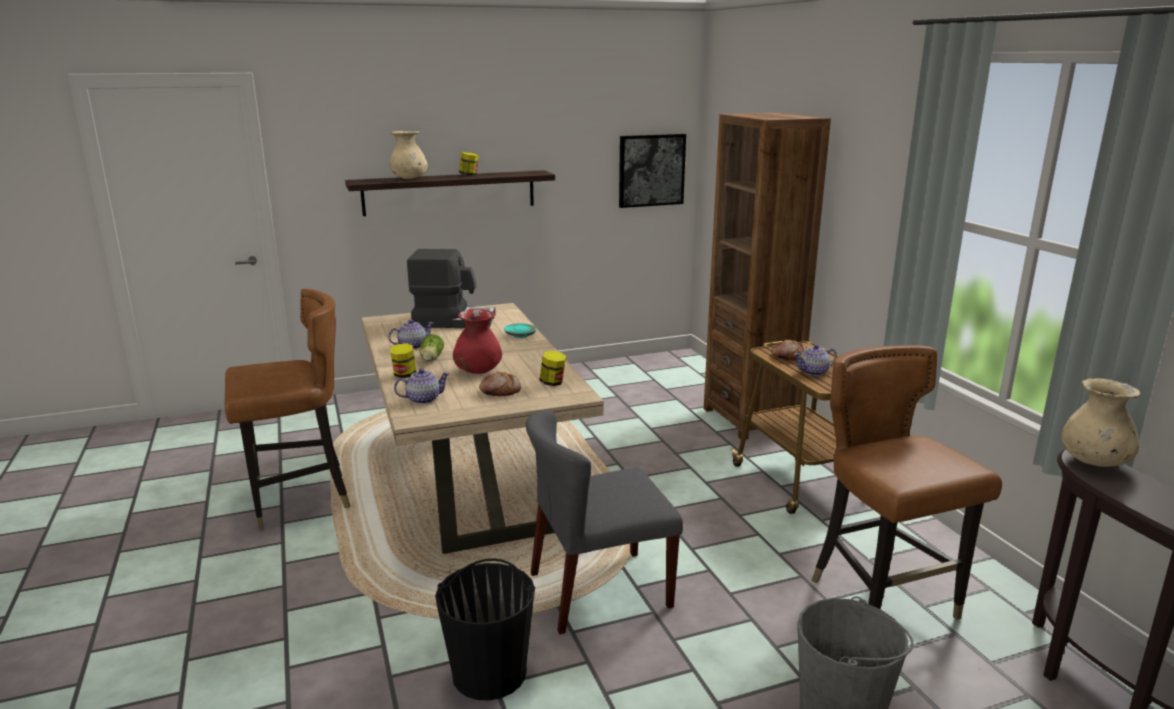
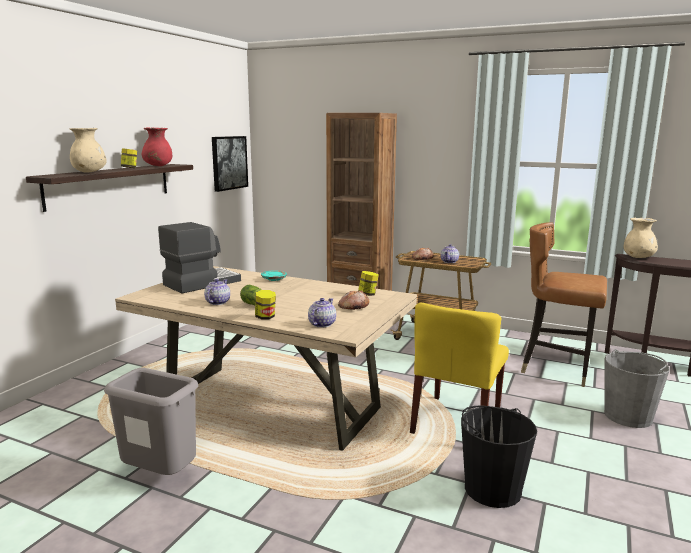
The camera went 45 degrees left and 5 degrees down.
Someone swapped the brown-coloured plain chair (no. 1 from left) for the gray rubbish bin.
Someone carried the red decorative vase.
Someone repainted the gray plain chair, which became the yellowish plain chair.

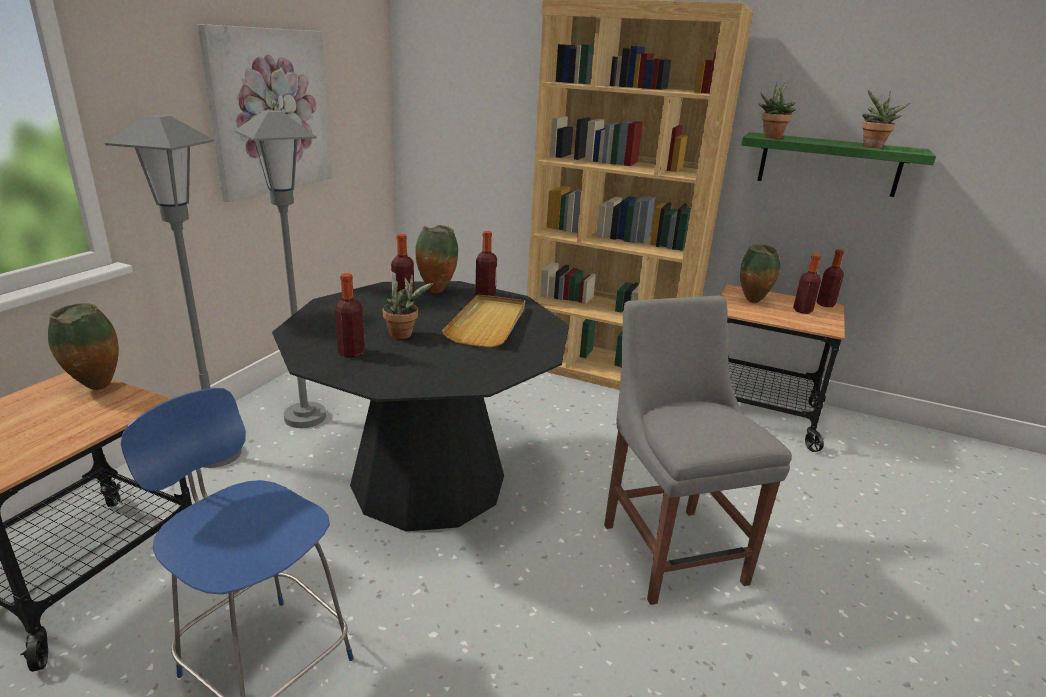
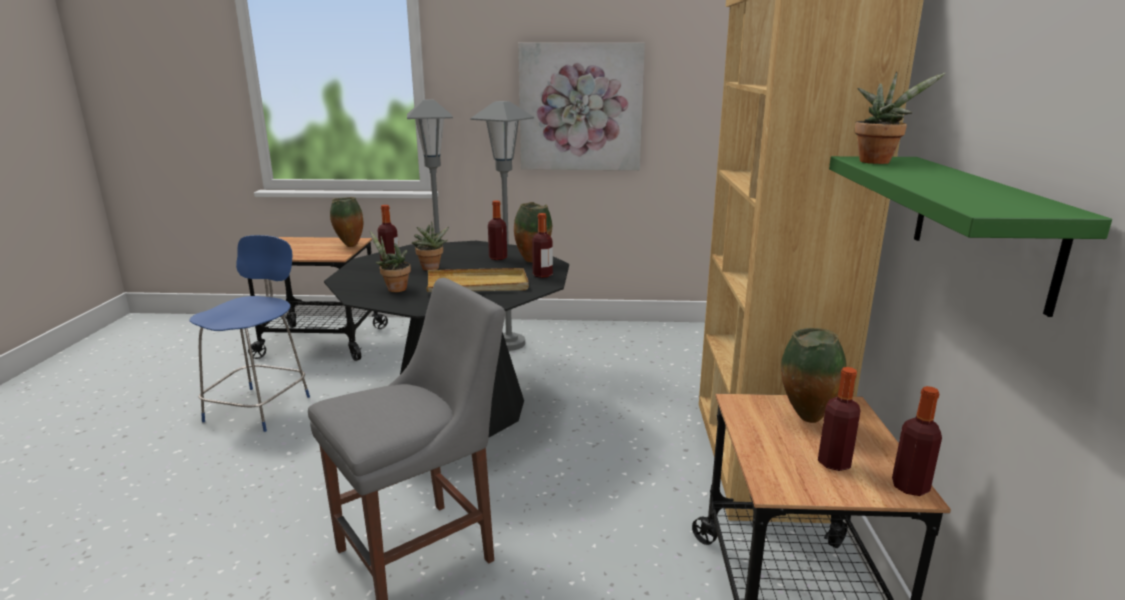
The camera went 70 degrees right and 5 degrees down.
Someone carried the potted plant (no. 3 from left in the first image).

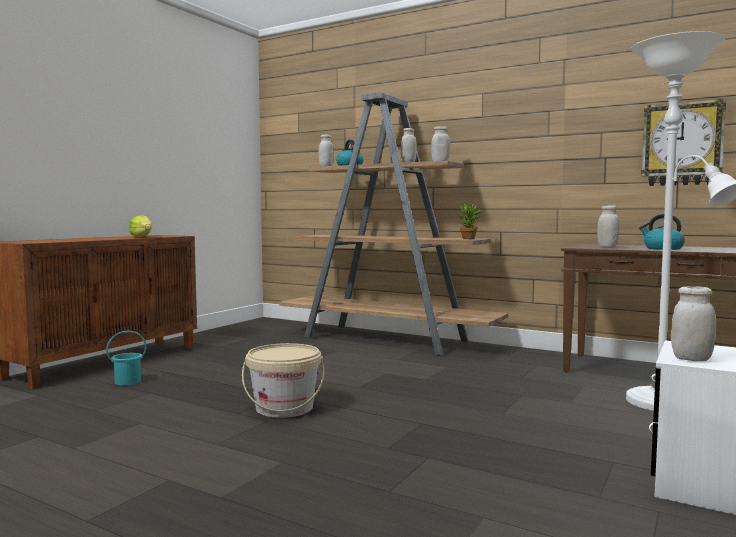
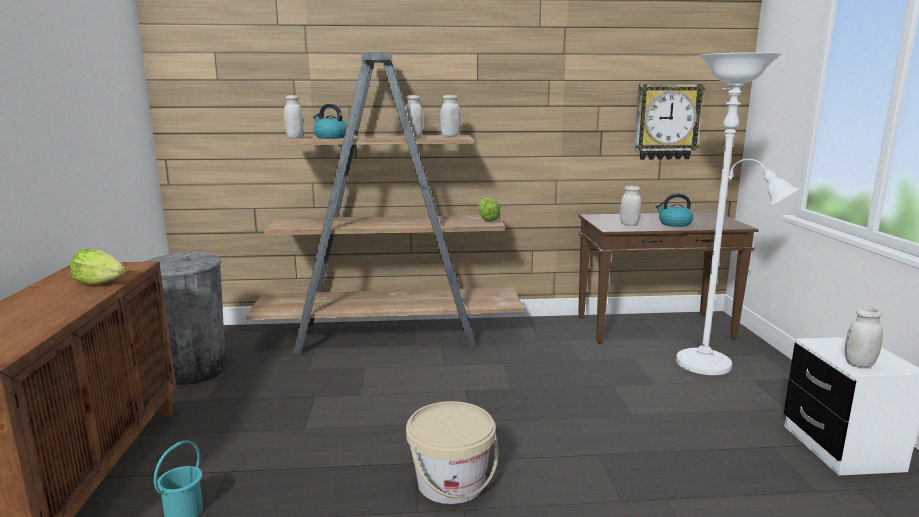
The camera went 35 degrees left and 10 degrees up.
Someone swapped the potted plant for the head of lettuce (no. 2 from left).
Someone put down the gray rubbish bin.

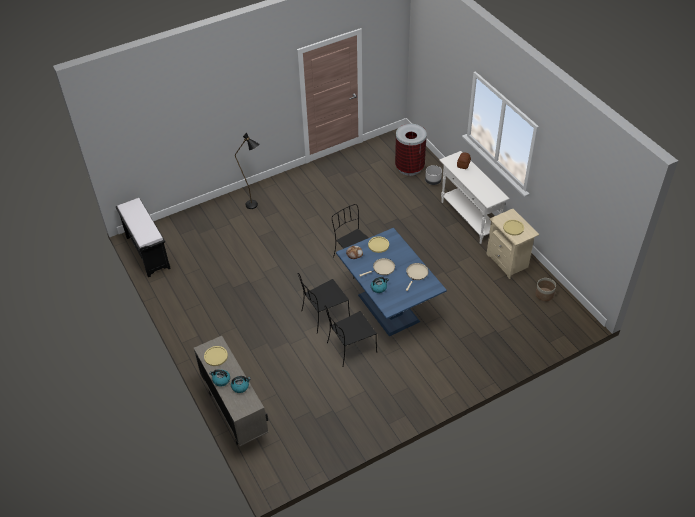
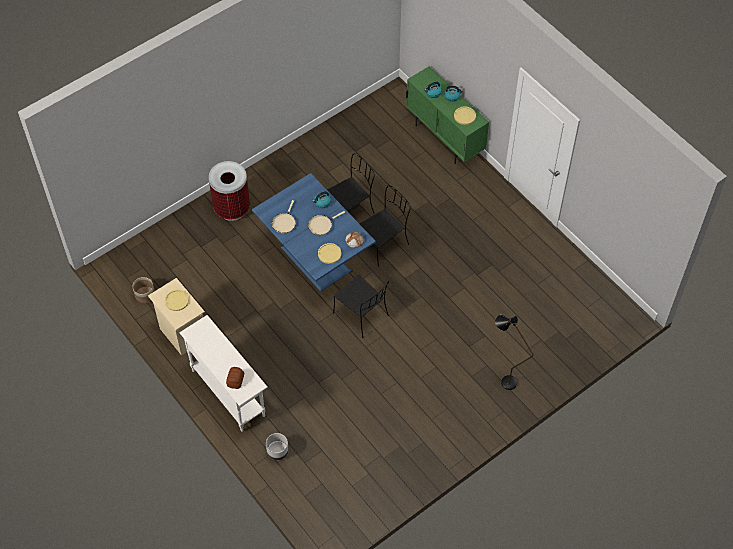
The camera went 170 degrees right and 10 degrees up.
Someone took away the blackish long seat.
Someone repainted the sand-coloured cupboard, which became the greenish cupboard.
Someone carried the rubbish bin.

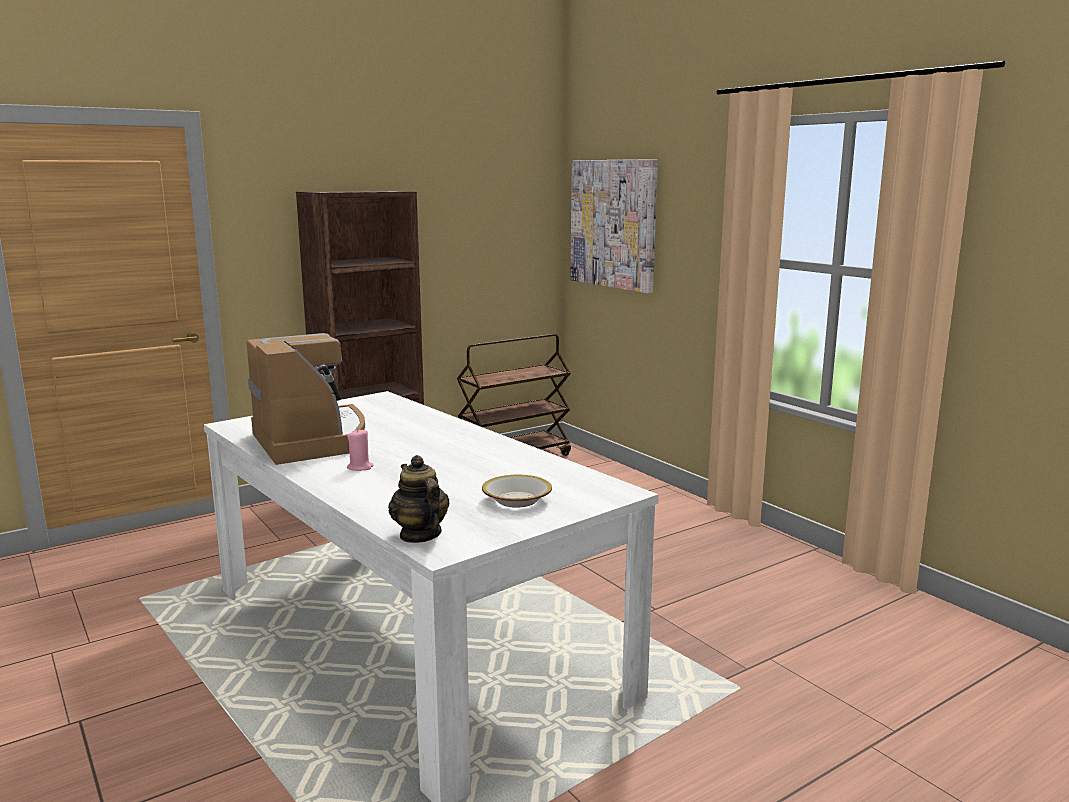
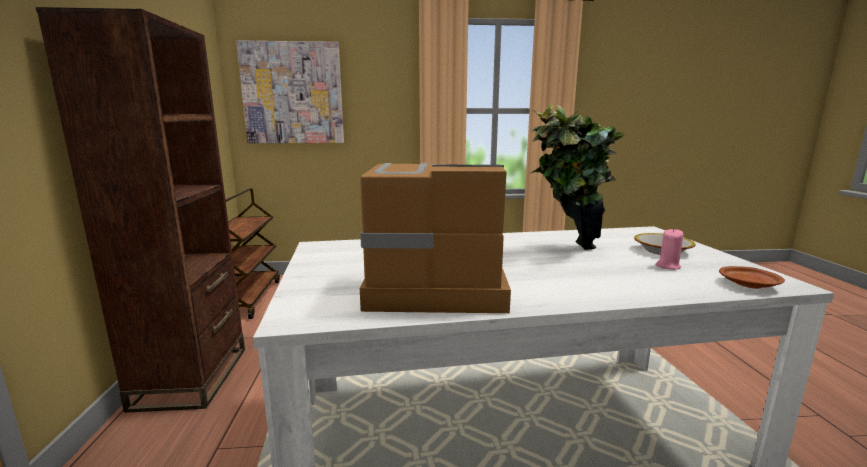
The camera went 60 degrees left and 0 degrees up.
Someone carried the pink candle.
Someone swapped the teapot for the brown-coloured dinner plate.
Someone put down the potted plant.

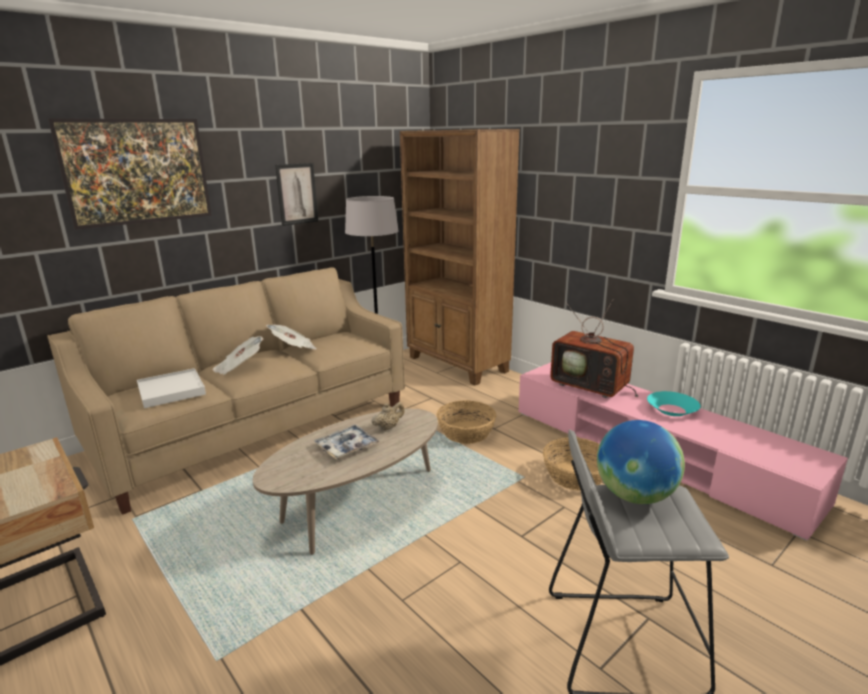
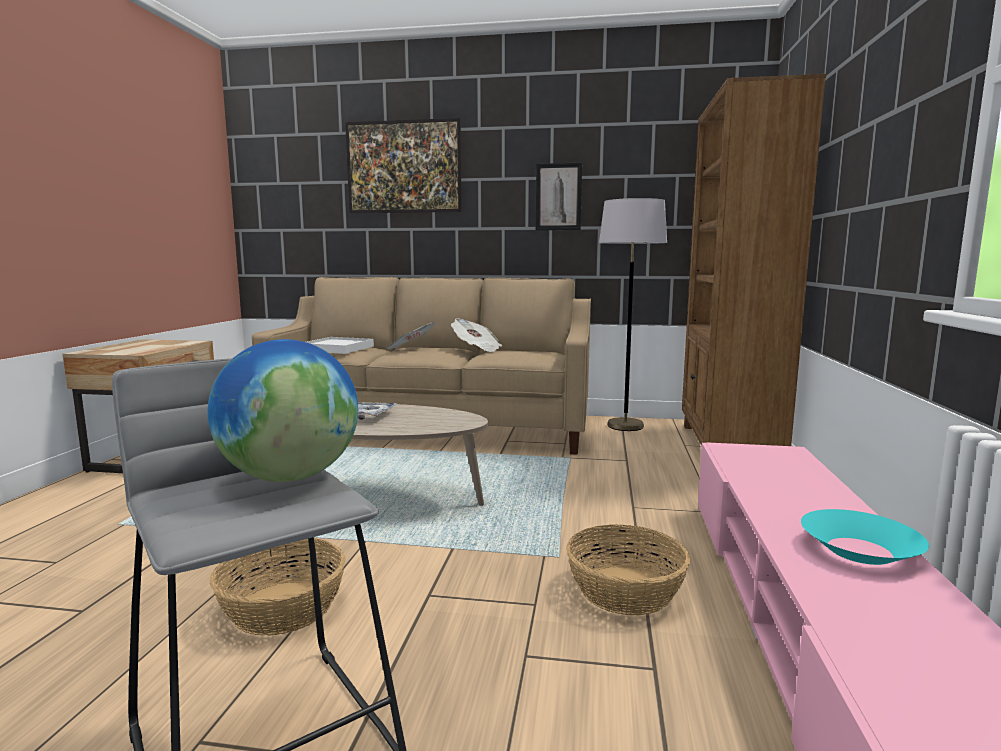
The camera went 50 degrees right and 10 degrees down.
Someone took away the sand-coloured teapot.
Someone carried the storage basket (no. 1 from left).
Someone took away the TV set.

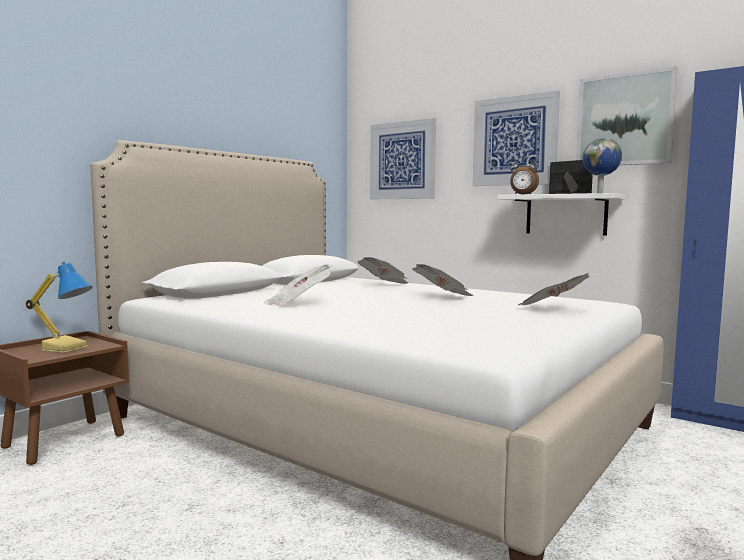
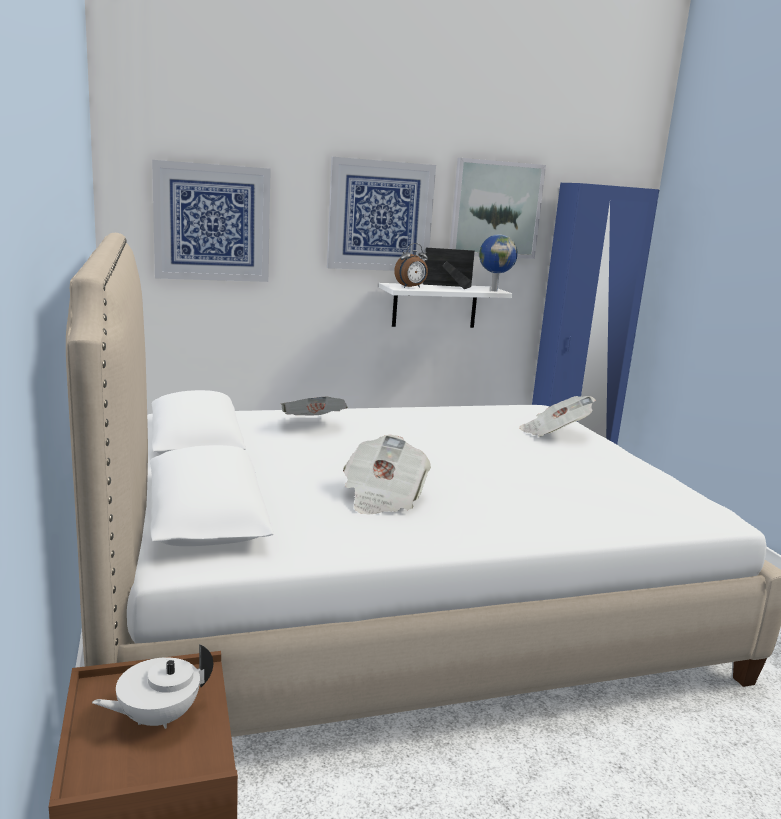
The camera went 55 degrees left and 10 degrees up.
Someone swapped the lamp for a table for the white teapot.
Someone took away the daily paper (no. 3 from left).

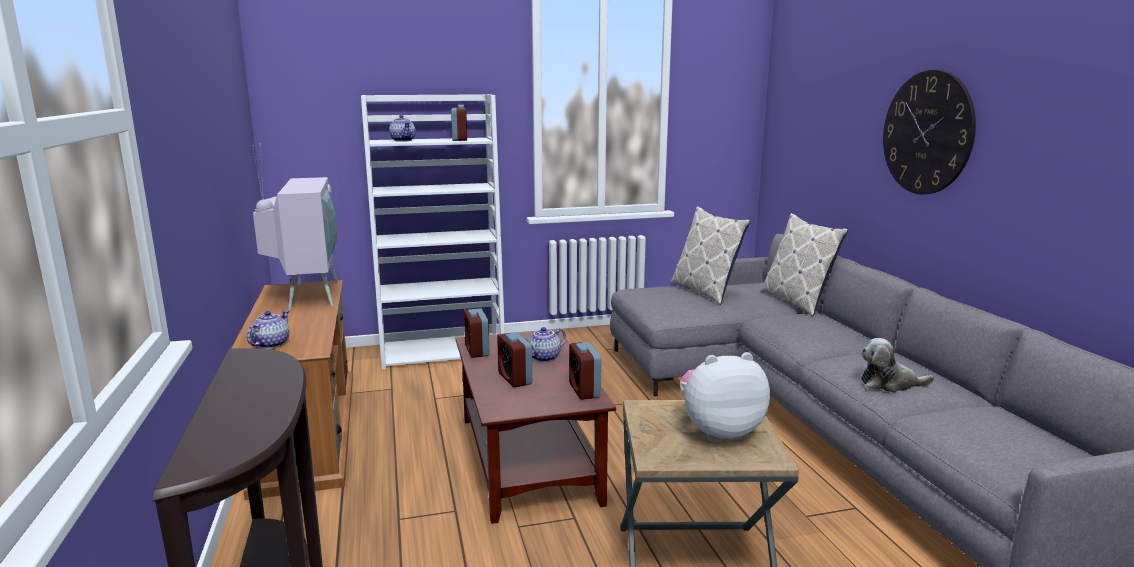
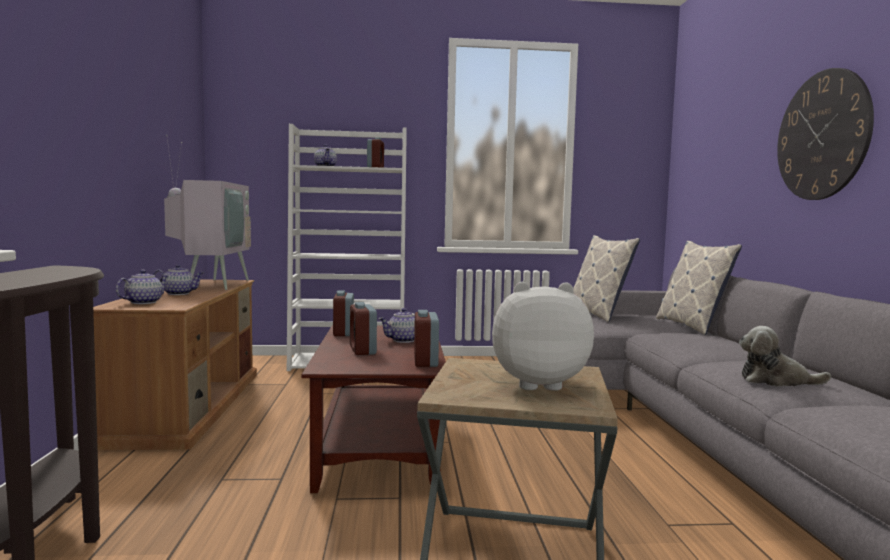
The camera went 10 degrees right and 10 degrees down.
Someone put down the teapot (no. 2 from left).

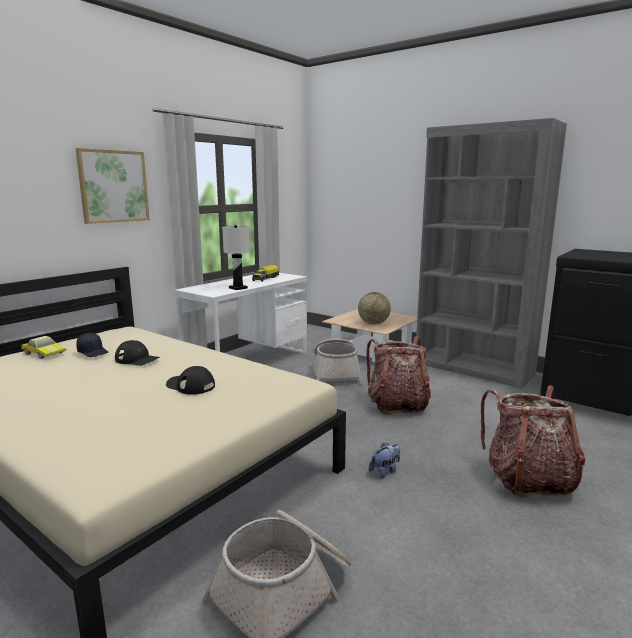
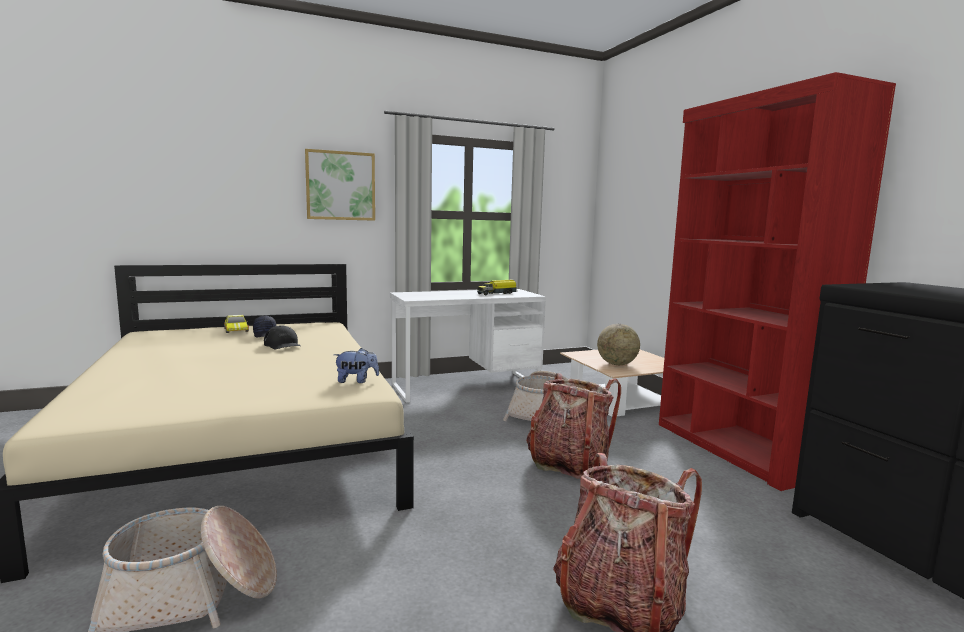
The camera went 30 degrees right and 5 degrees down.
Someone took away the blackish cap (no. 3 from left).
Someone took away the white lamp for a table.
Someone carried the soft toy.
Someone repainted the gray shelving unit, which became the red shelving unit.

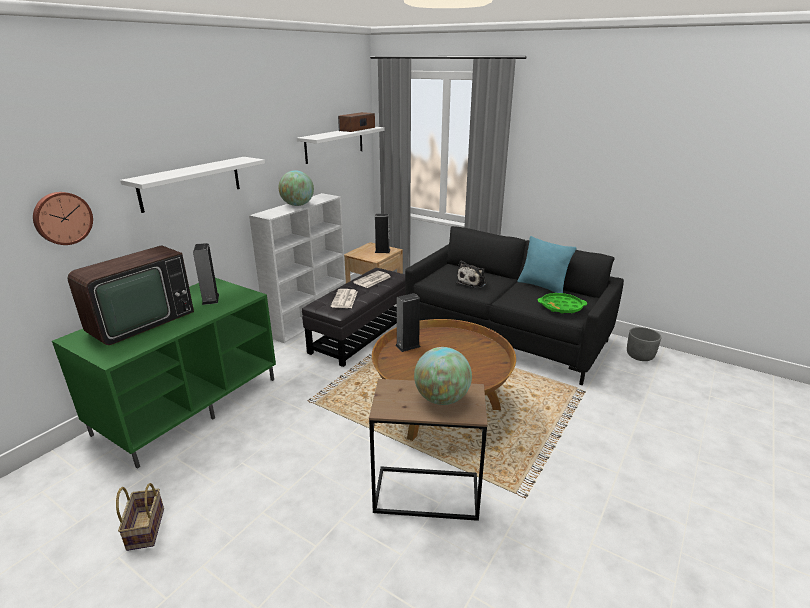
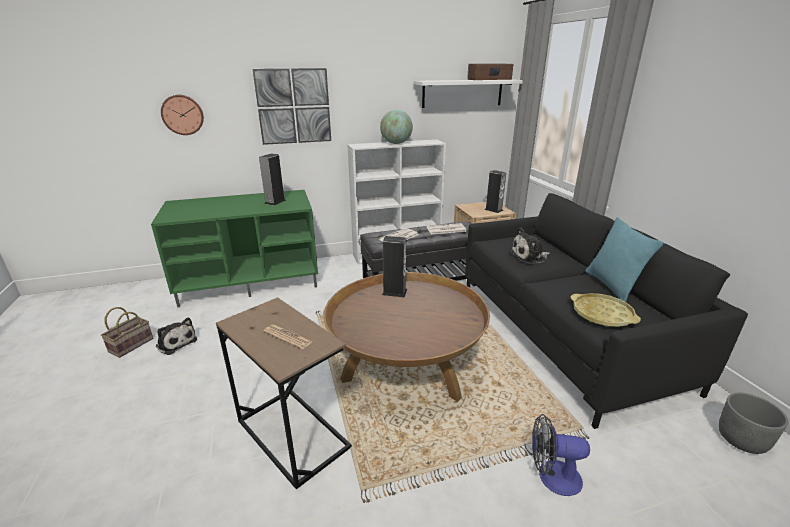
The camera went 40 degrees right and 0 degrees up.
Someone took away the TV set.
Someone swapped the white shelf (no. 1 from left) for the picture.
Someone swapped the desk globe (no. 2 from left) for the daily paper (no. 1 from left).
Someone repainted the greenish serving tray, which became the yellowish serving tray.
Someone put down the soft toy (no. 1 from left).
Someone put down the fan.

